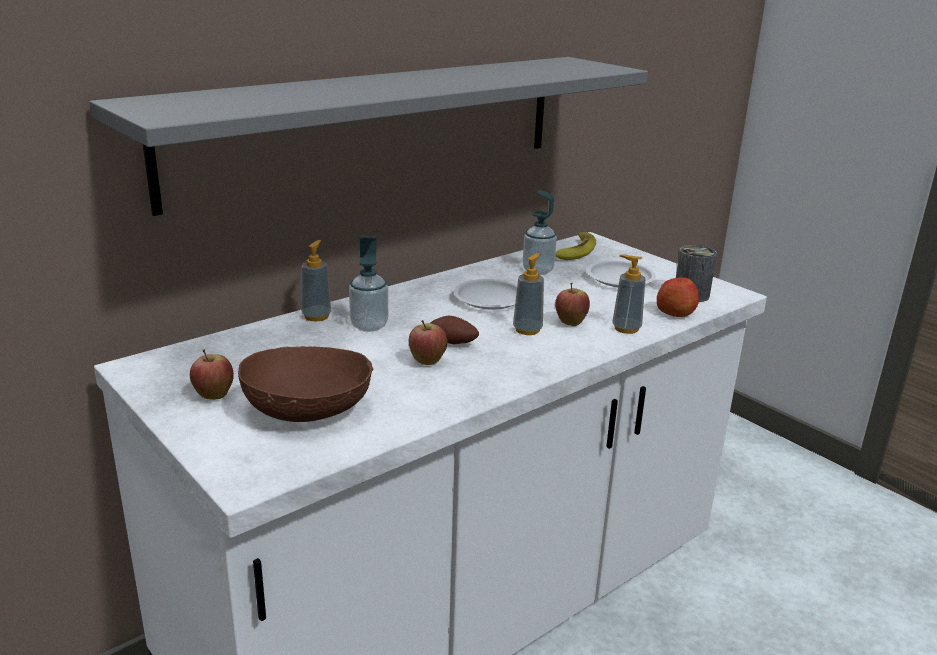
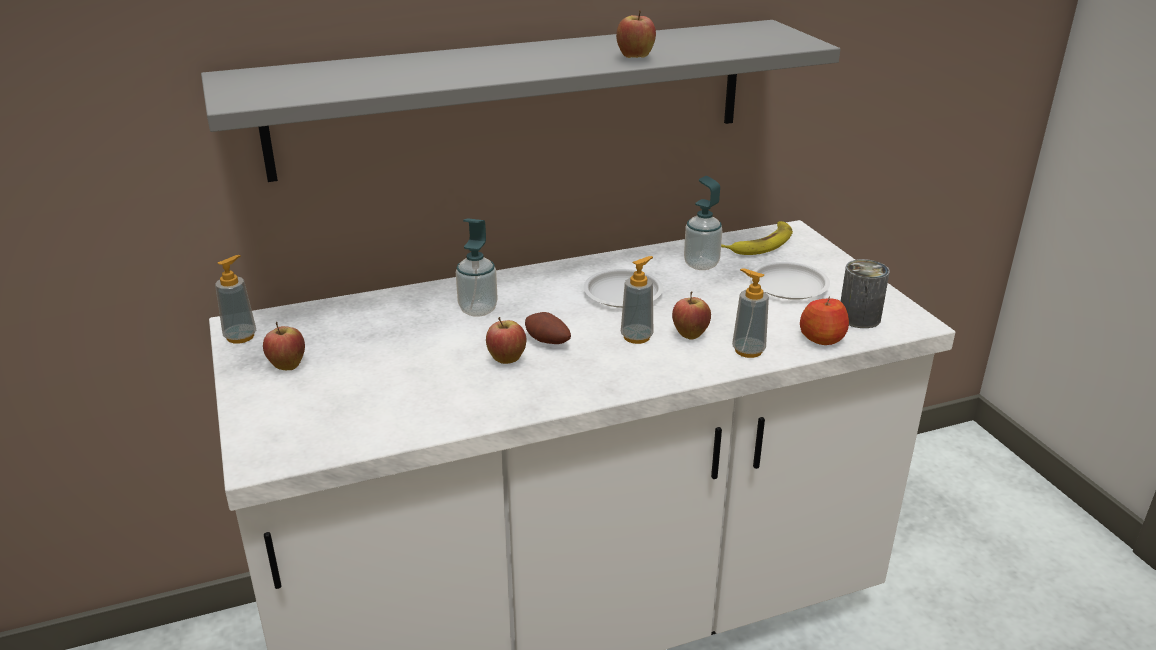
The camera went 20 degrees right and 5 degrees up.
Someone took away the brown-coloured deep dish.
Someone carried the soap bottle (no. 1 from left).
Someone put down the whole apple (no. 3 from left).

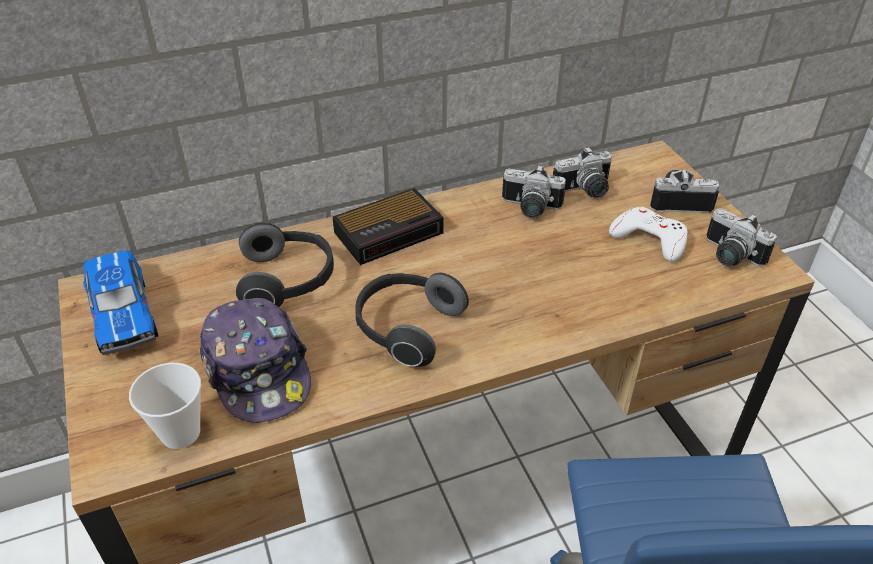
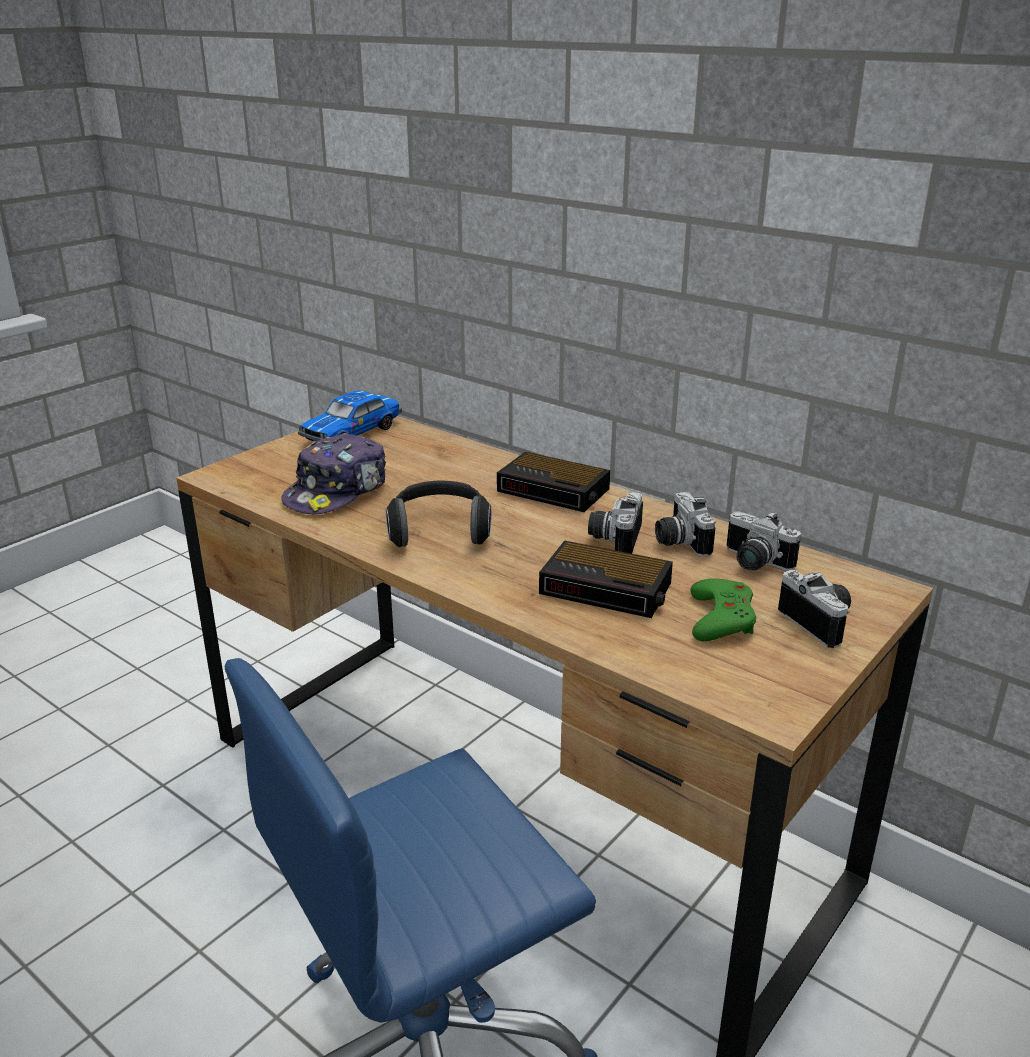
The camera went 60 degrees right and 15 degrees down.
Someone took away the small cup.
Someone took away the headset (no. 1 from left).
Someone repainted the white gamepad, which became the greenish gamepad.
Someone carried the still camera (no. 4 from left in the first image).
Someone put down the bedside clock (no. 2 from left).

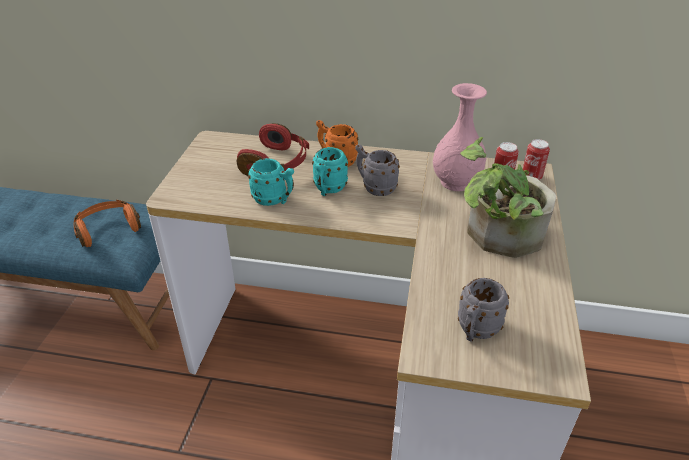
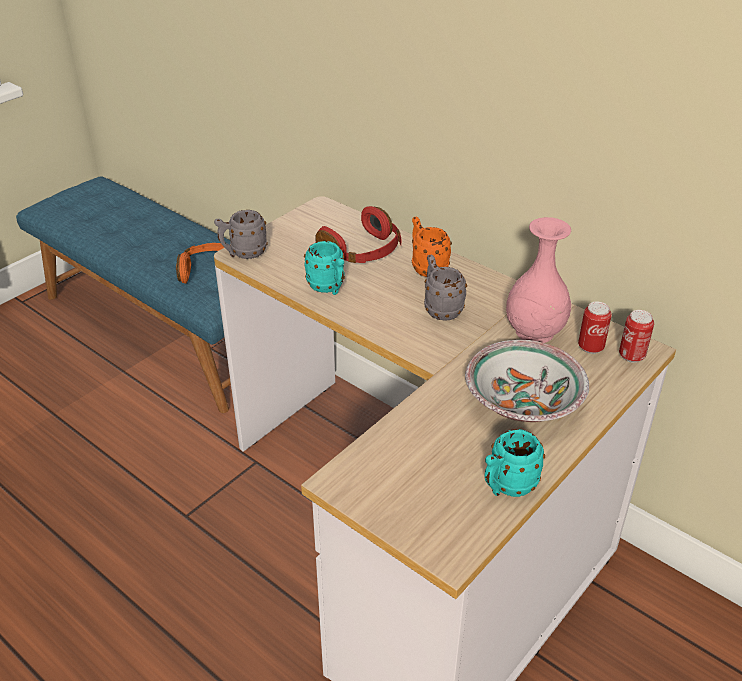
The camera went 30 degrees right and 0 degrees up.
Someone carried the turquoise-coloured mug (no. 2 from left).
Someone carried the gray mug (no. 2 from left in the first image).
Someone swapped the potted plant for the deep dish.

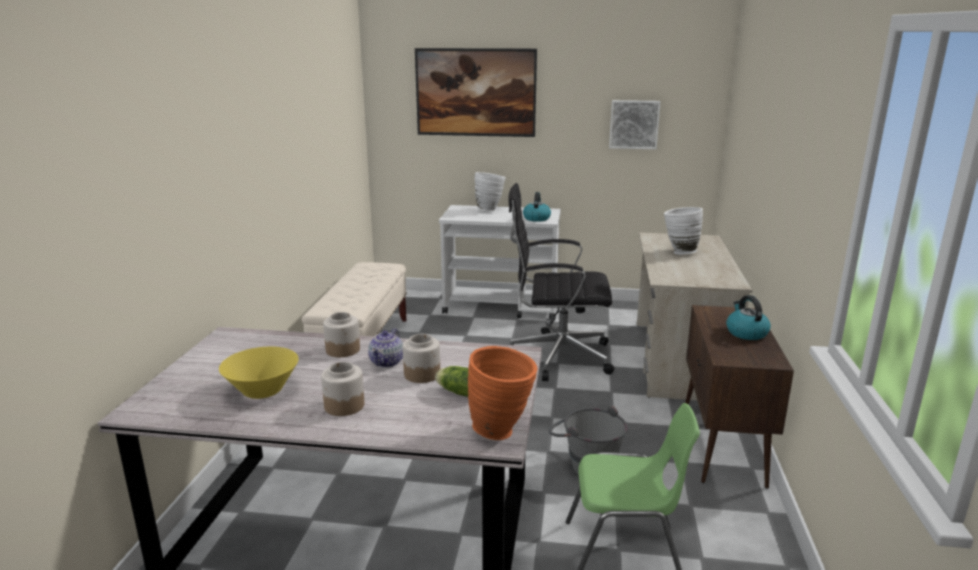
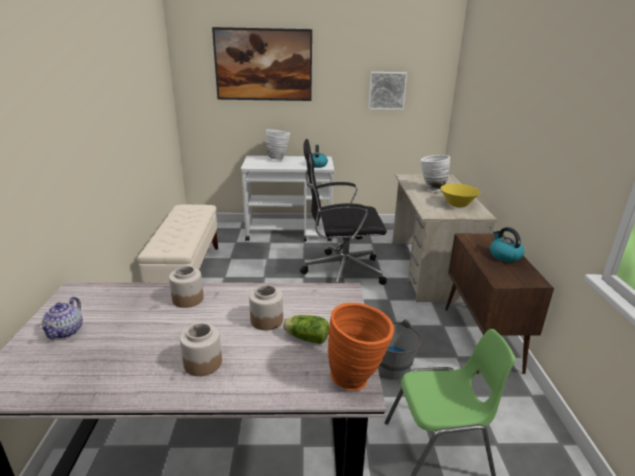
The camera went 10 degrees left and 5 degrees up.
Someone carried the yellowish deep dish.
Someone carried the teapot.

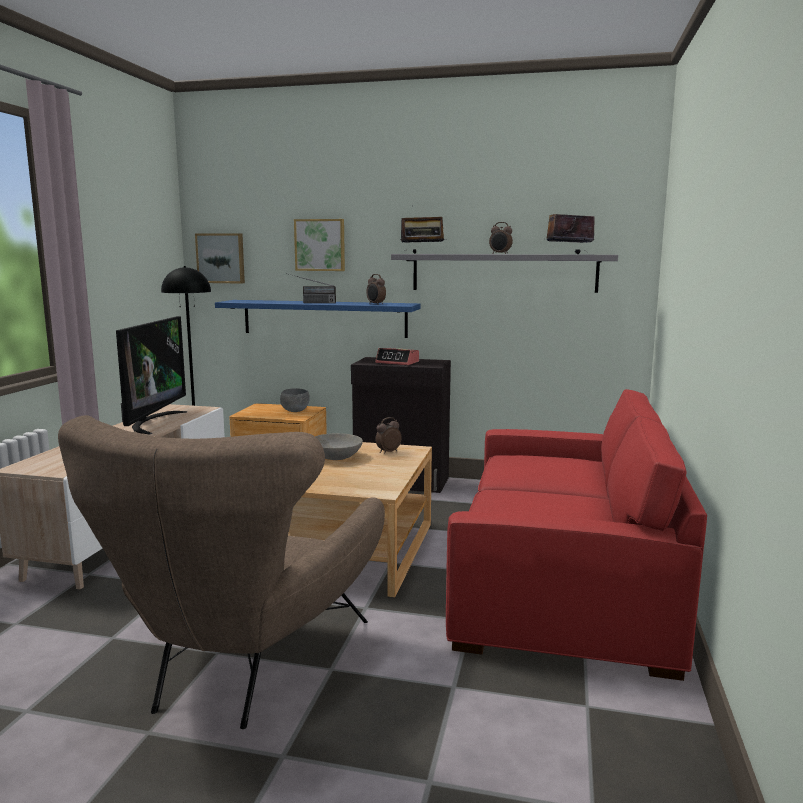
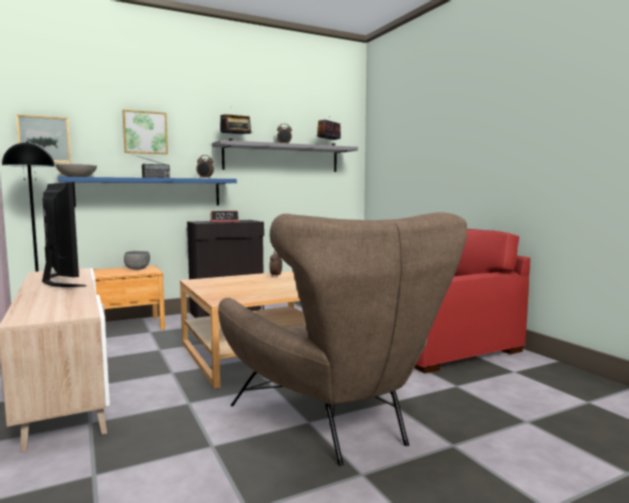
The camera went 40 degrees left and 5 degrees down.
Someone carried the gray deep dish (no. 2 from left in the first image).

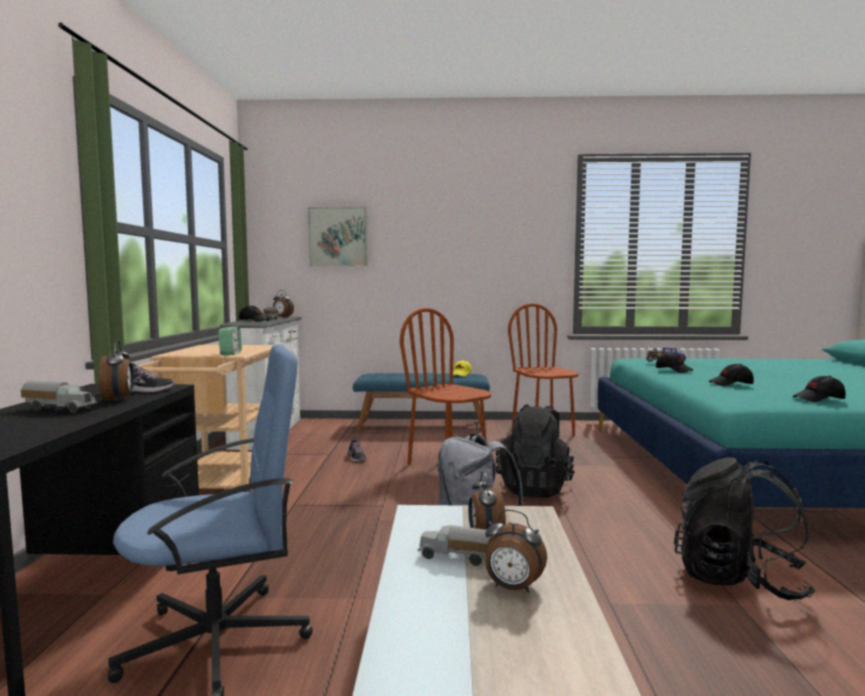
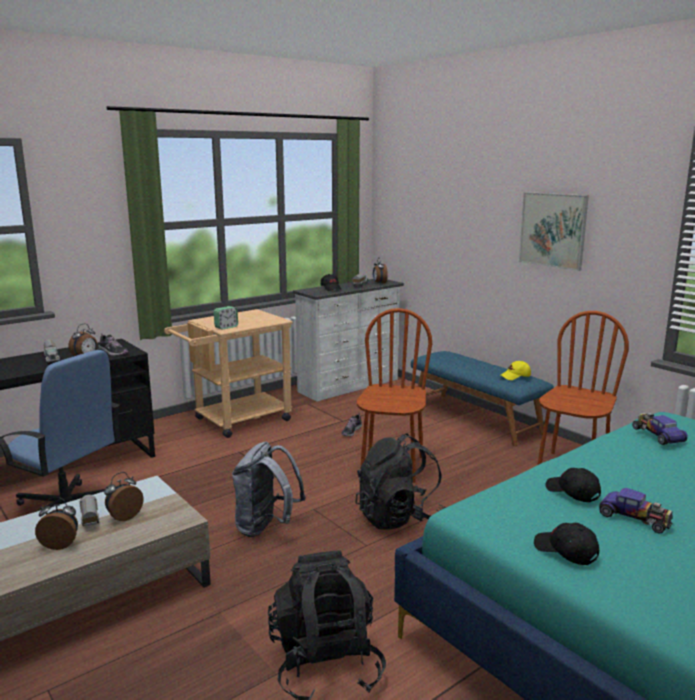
The camera went 50 degrees right and 10 degrees up.
Someone carried the picture.
Someone rotated the bedside clock (no. 5 from left in the first image) by 105 degrees clockwise.
Someone took away the blackish cap (no. 2 from left).
Someone put down the model car (no. 1 from left).

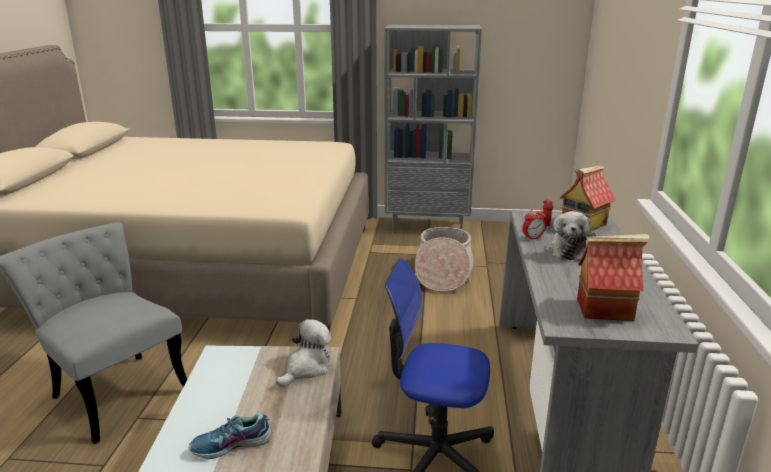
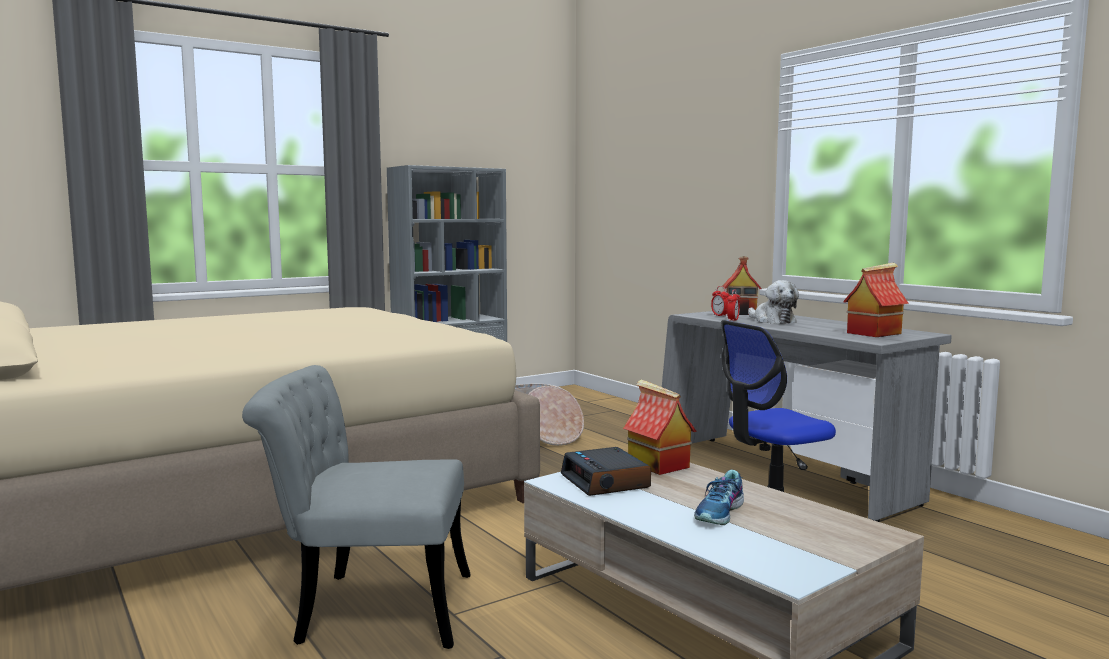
The camera went 40 degrees left and 15 degrees down.
Someone swapped the soft toy (no. 1 from left) for the miniature house (no. 1 from left).
Someone put down the bedside clock (no. 1 from left).

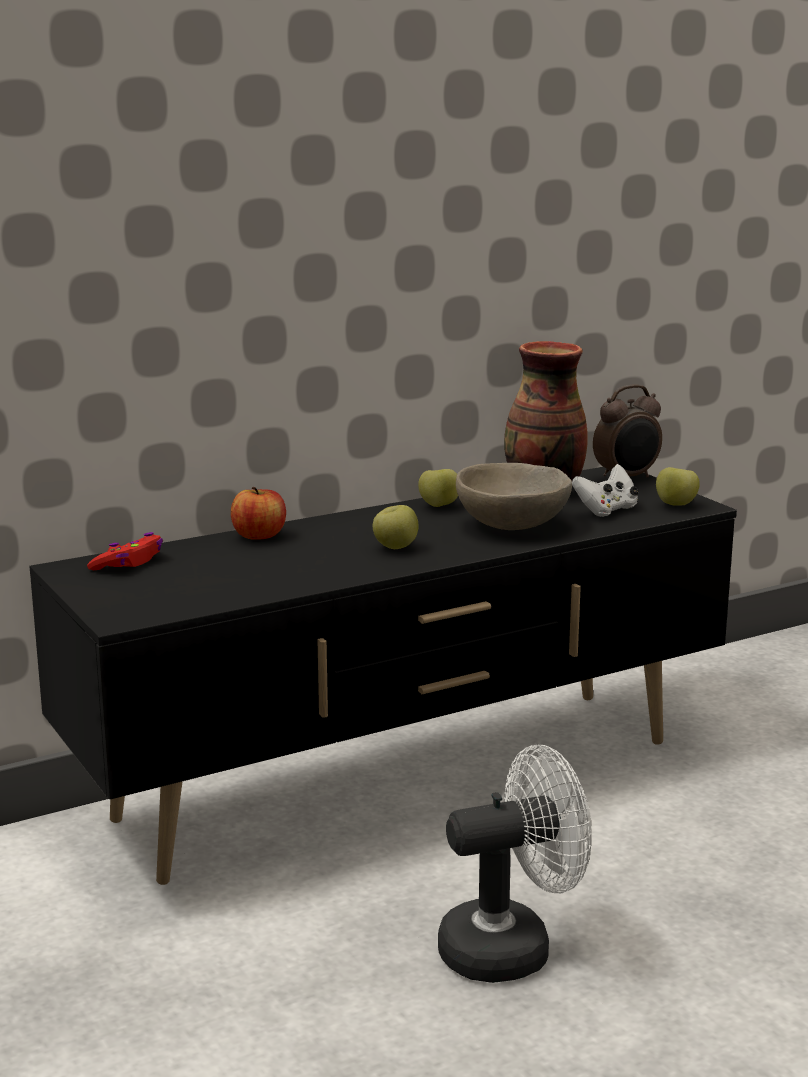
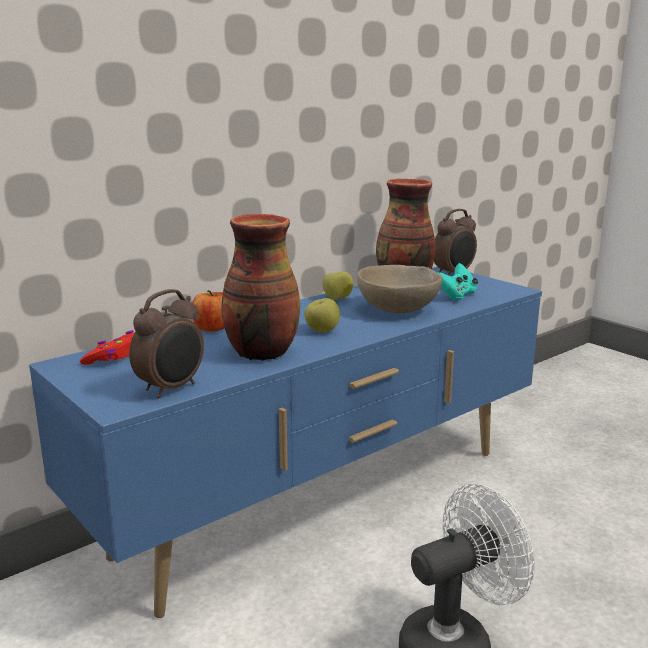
The camera went 10 degrees left and 0 degrees up.
Someone repainted the blackish media console, which became the blue-coloured media console.
Someone repainted the white gamepad, which became the turquoise-coloured gamepad.
Someone took away the whole apple (no. 4 from left).
Someone put down the bedside clock (no. 1 from left).
Someone put down the decorative vase (no. 1 from left).

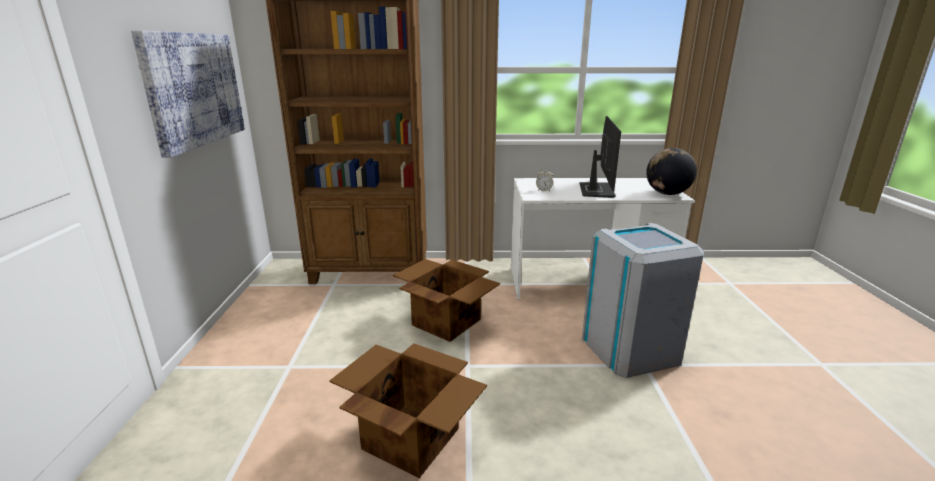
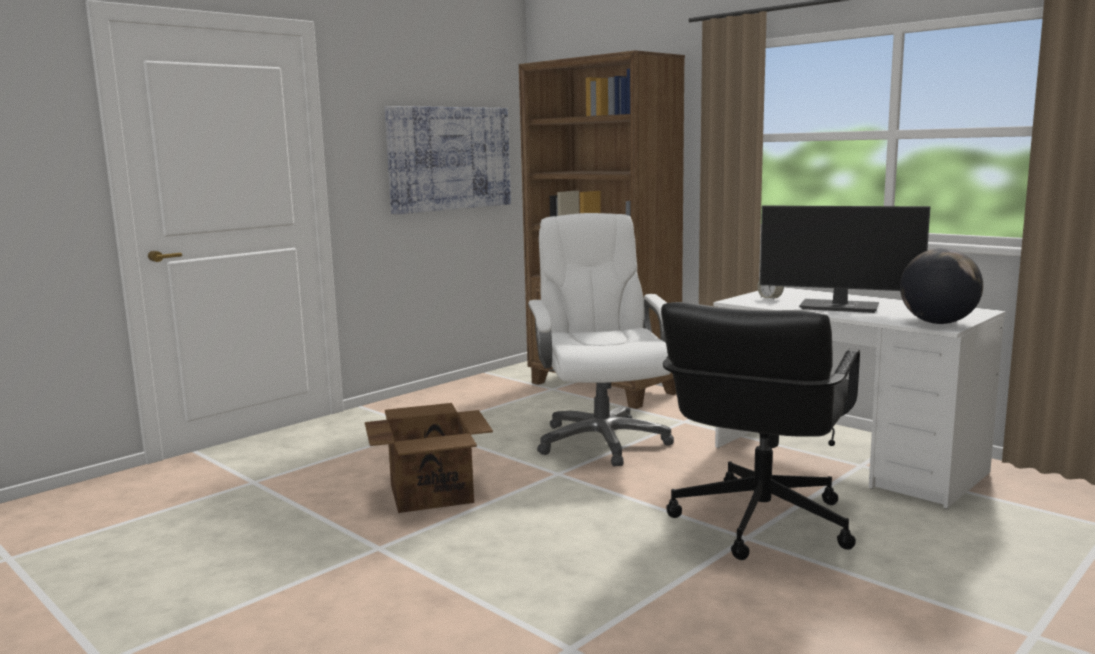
The camera went 45 degrees right and 10 degrees down.
Someone swapped the packing box (no. 2 from left) for the white computer chair.
Someone rotated the computer screen by 60 degrees clockwise.
Someone swapped the gray rubbish bin for the blackish computer chair.

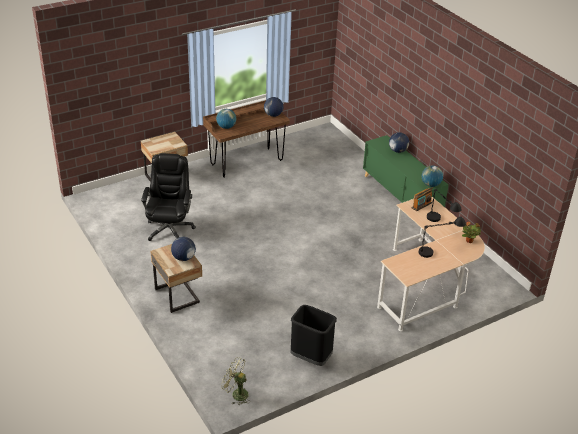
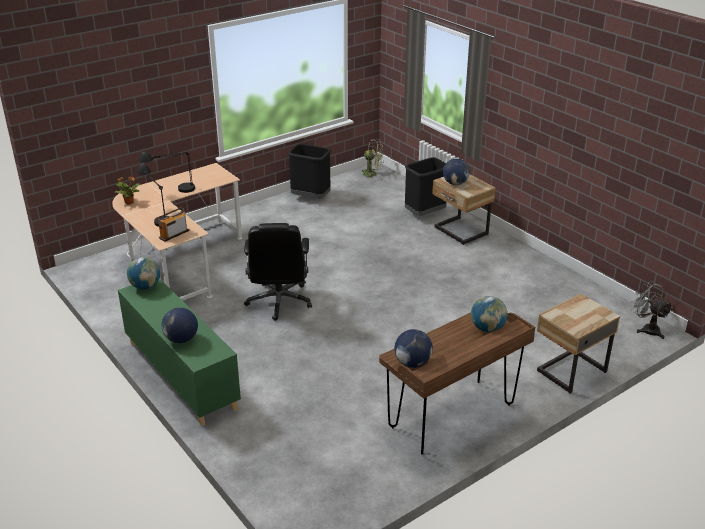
The camera went 175 degrees right and 5 degrees down.
Someone carried the blackish computer chair.
Someone put down the blackish rubbish bin (no. 2 from left).
Someone put down the gray fan.

